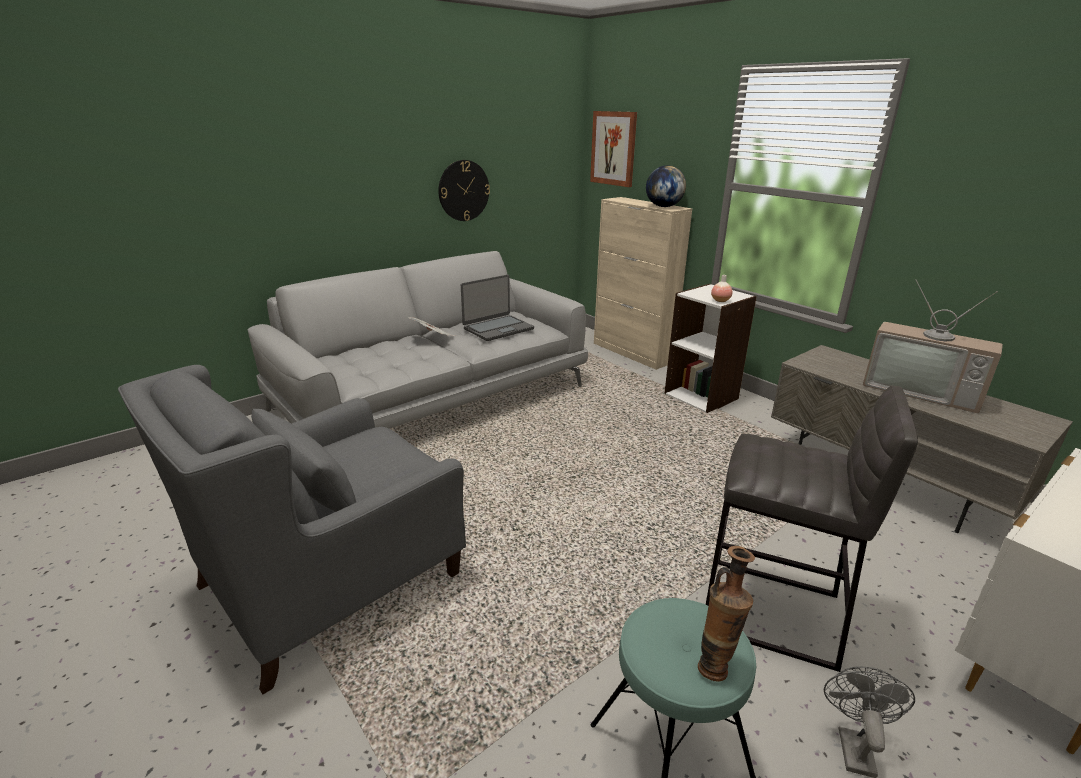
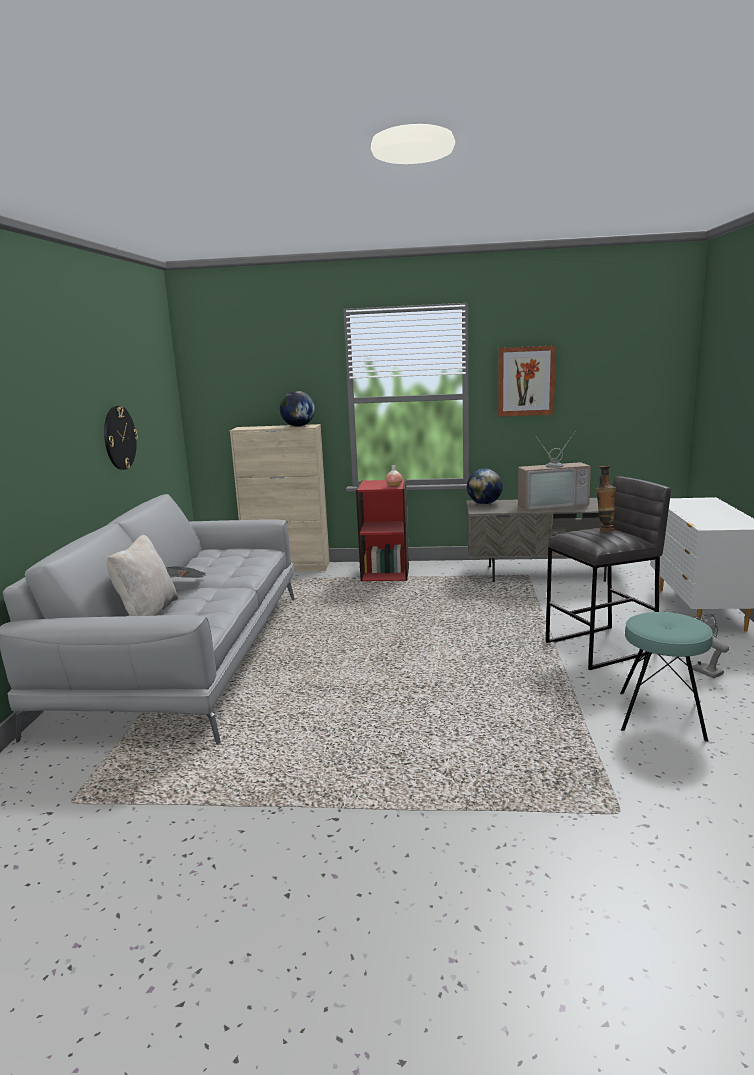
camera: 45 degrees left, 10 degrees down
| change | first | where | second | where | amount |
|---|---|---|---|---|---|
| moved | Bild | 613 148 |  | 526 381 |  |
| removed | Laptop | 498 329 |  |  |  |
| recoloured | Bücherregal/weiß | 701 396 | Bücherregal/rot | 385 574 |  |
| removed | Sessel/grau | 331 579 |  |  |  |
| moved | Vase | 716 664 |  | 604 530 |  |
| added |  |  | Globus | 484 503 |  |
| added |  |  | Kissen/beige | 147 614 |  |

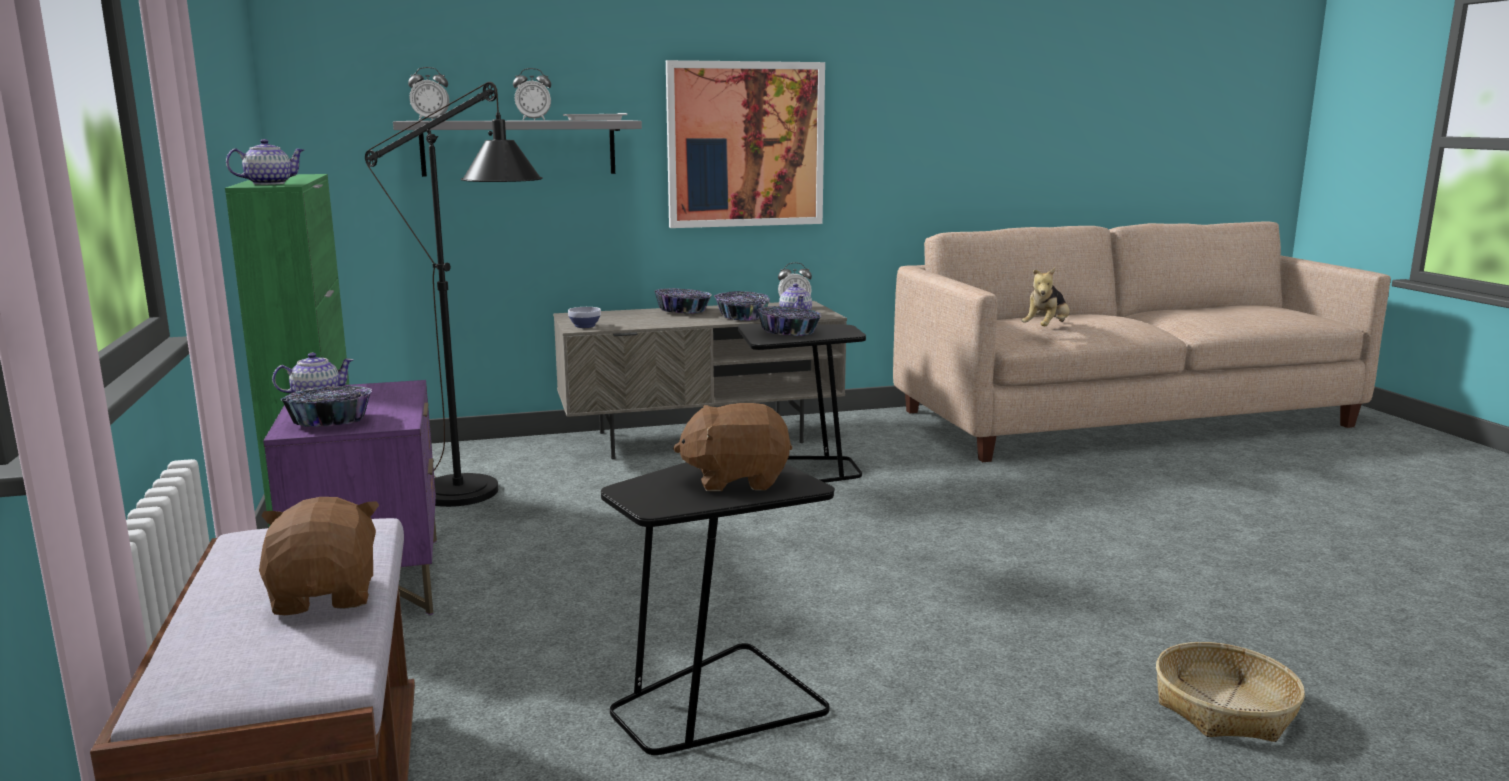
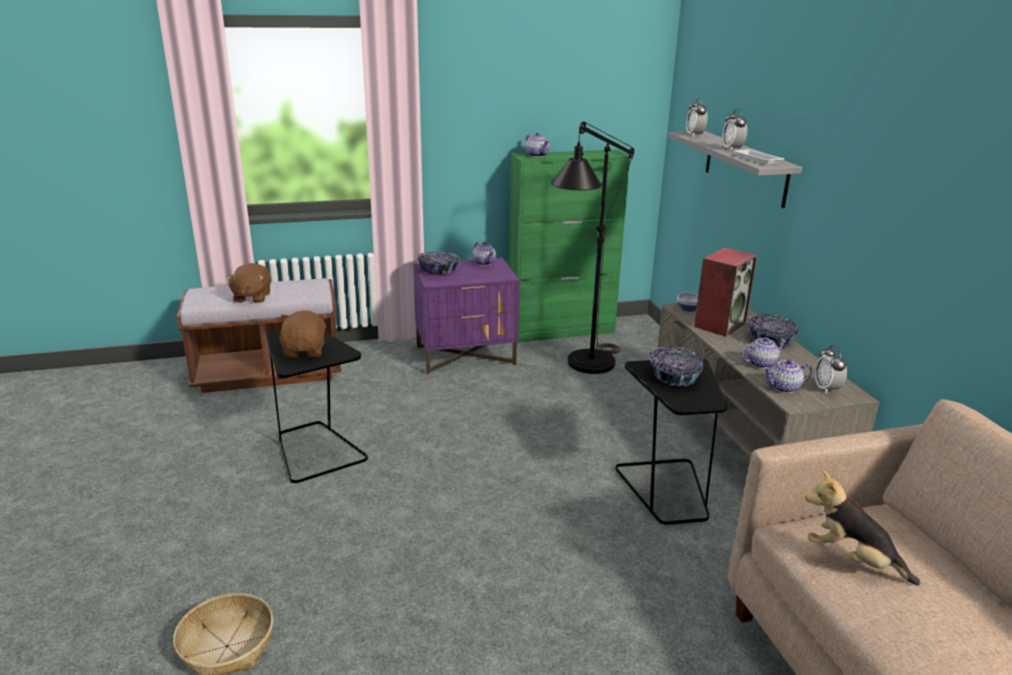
camera: 90 degrees right, 10 degrees up
| change | first | where | second | where | amount |
|---|---|---|---|---|---|
| removed | Bild | 745 145 |  |  |  |
| replaced | Schüssel | 742 316 | Teekanne | 760 364 |  |
| turned | Plüschtier/braun | 326 596 |  | 252 297 | 105 degrees clockwise |
| added |  |  | Lautsprecher | 719 324 |  |

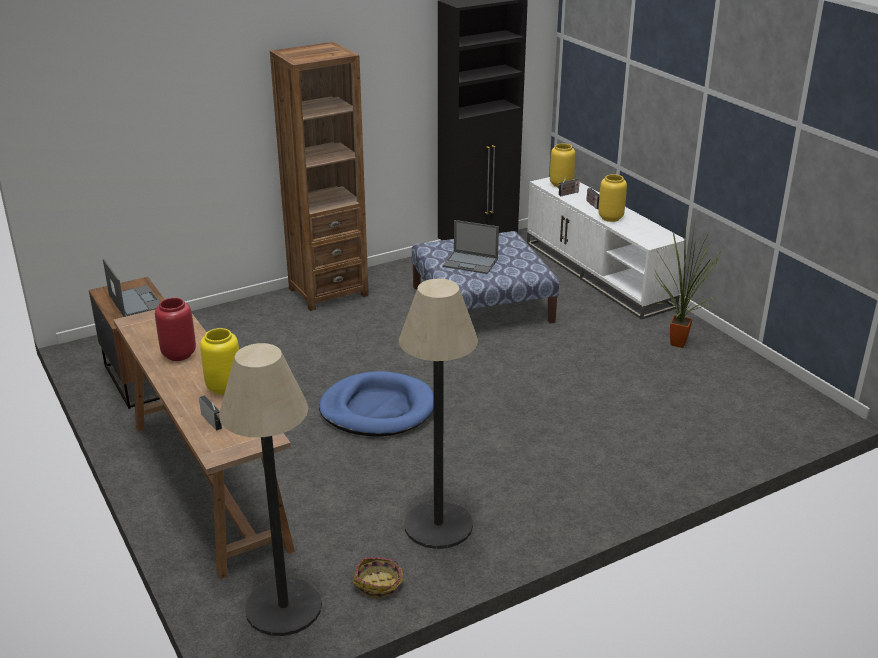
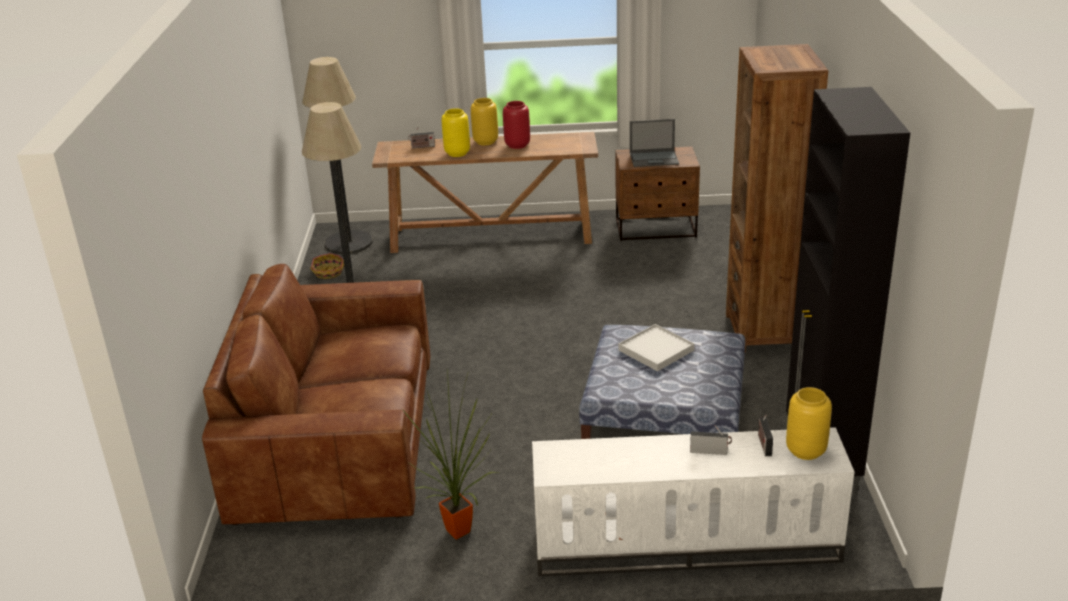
camera: 120 degrees right, 0 degrees up
| change | first | where | second | where | amount |
|---|---|---|---|---|---|
| moved | Vase/gelb | 610 217 |  | 486 142 |  |
| replaced | Laptop | 471 263 | Tablett/weiß | 656 350 |  |
| removed | Hundebett/blau | 377 409 |  |  |  |
| added |  |  | Sofa/braun | 336 436 |  |

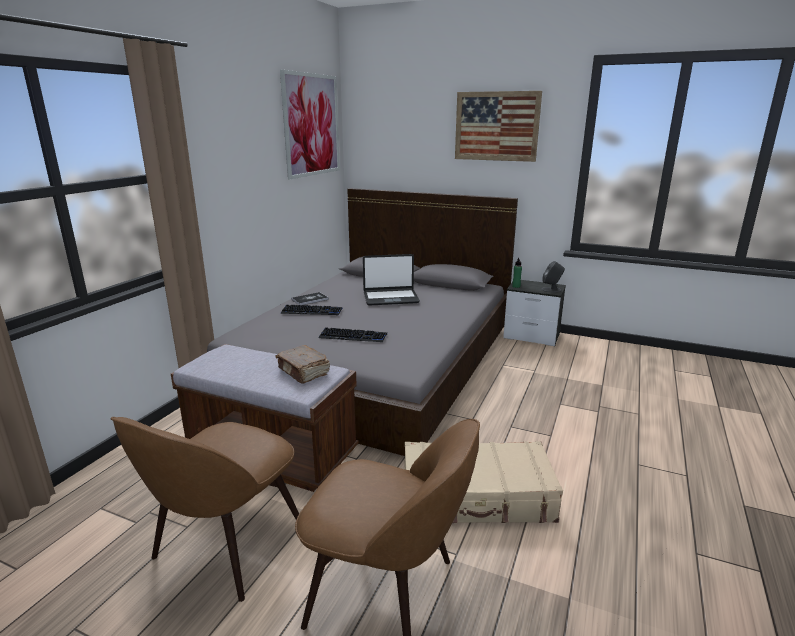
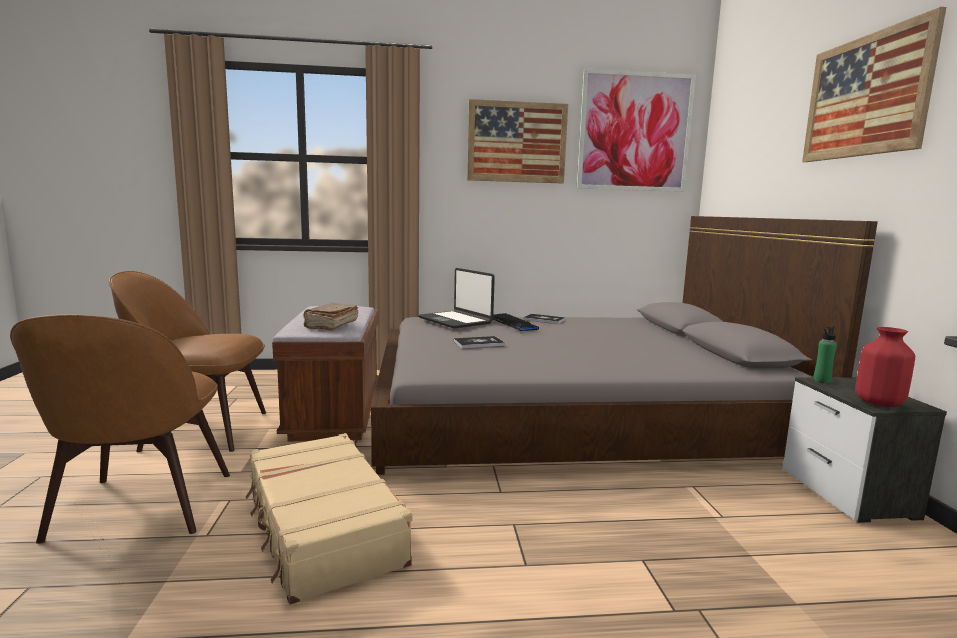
camera: 60 degrees right, 10 degrees down
| change | first | where | second | where | amount |
|---|---|---|---|---|---|
| moved | Laptop | 390 298 |  | 455 320 |  |
| replaced | Lautsprecher/grau | 551 290 | Vase/rot | 879 403 |  |
| replaced | Tastatur | 353 336 | Buch | 478 343 |  |
| added |  |  | Bild | 517 142 |  |

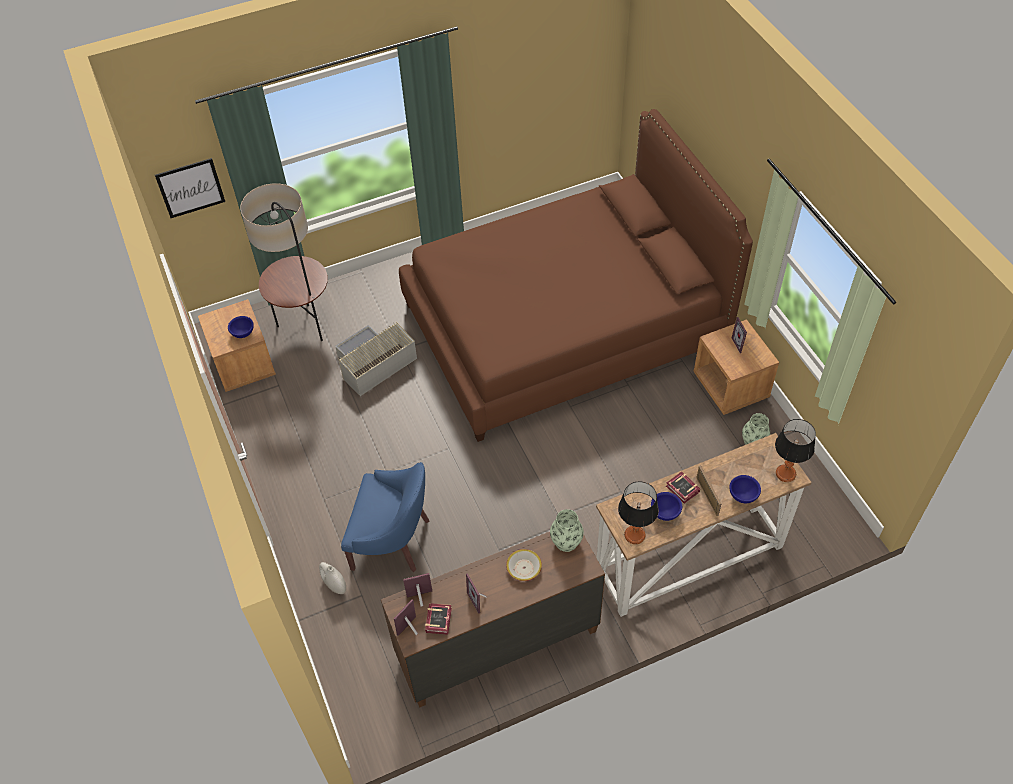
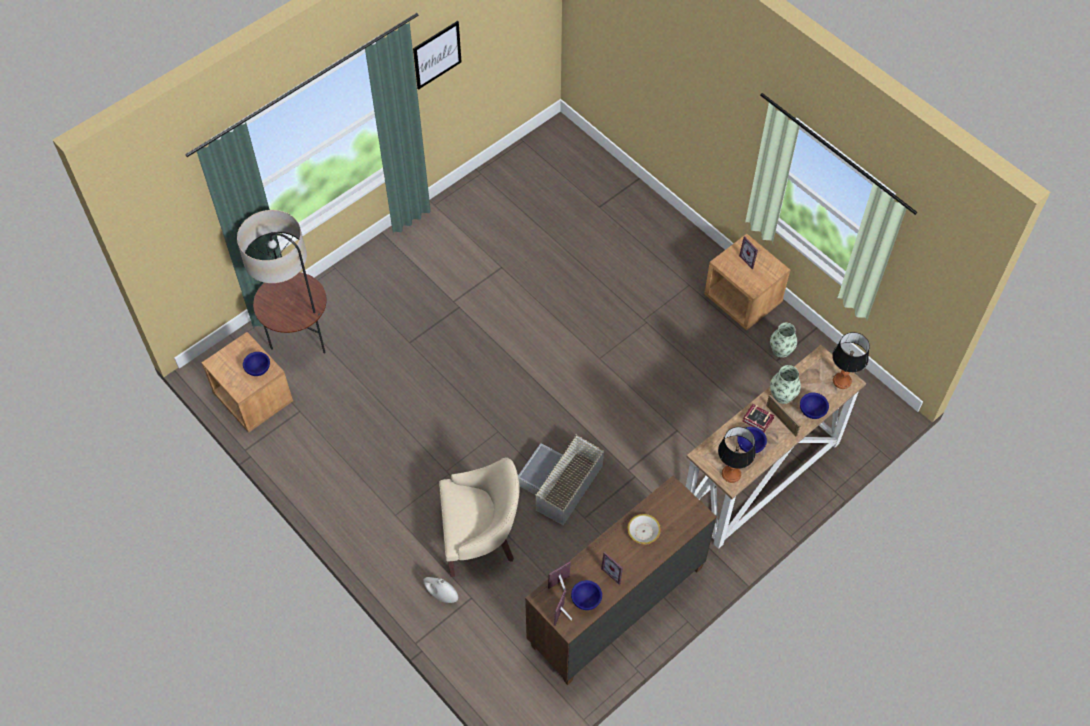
camera: 20 degrees left, 5 degrees up
| change | first | where | second | where | amount |
|---|---|---|---|---|---|
| removed | Bett/braun | 564 326 |  |  |  |
| moved | Bild | 190 188 |  | 437 55 |  |
| moved | Aufbewahrungsbox/grau | 373 364 |  | 560 484 |  |
| recoloured | Sessel/blau | 393 540 | Sessel/beige | 480 536 |  |
| moved | Vase | 566 541 |  | 782 394 |  |
| replaced | Buch | 439 619 | Schüssel/blau | 586 599 |  |

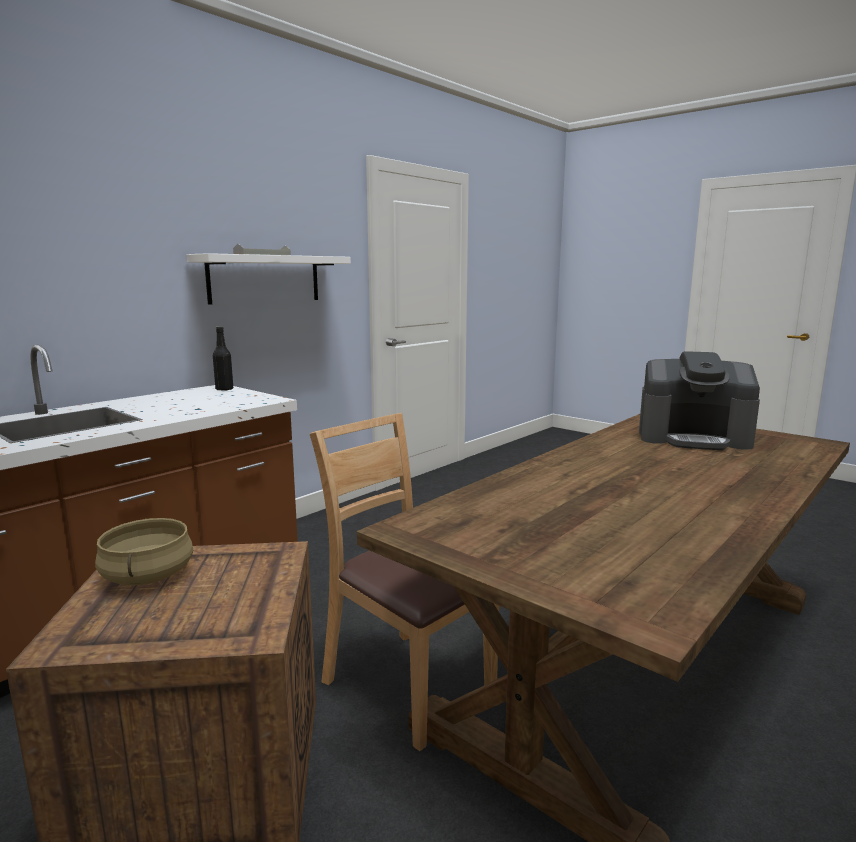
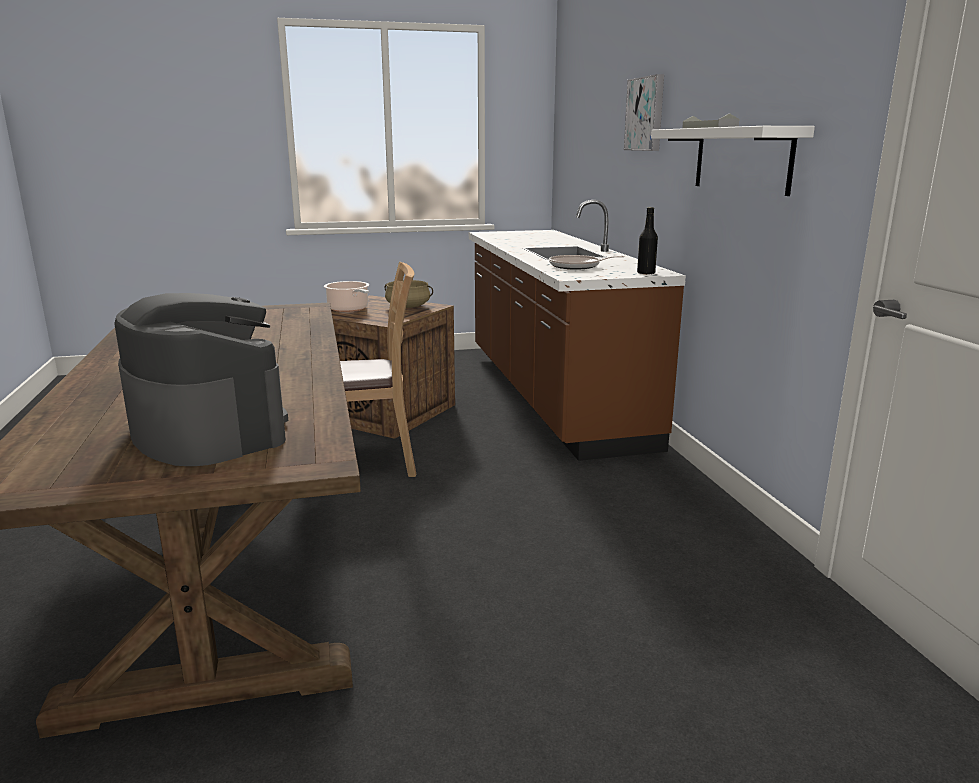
camera: 125 degrees right, 5 degrees up
| change | first | where | second | where | amount |
|---|---|---|---|---|---|
| turned | Kaffeemaschine | 693 438 |  | 208 430 | 90 degrees clockwise |
| added |  |  | Bild | 646 114 |  |
| added |  |  | Pfanne | 577 266 |  |
| added |  |  | Kochtopf | 349 309 |  |

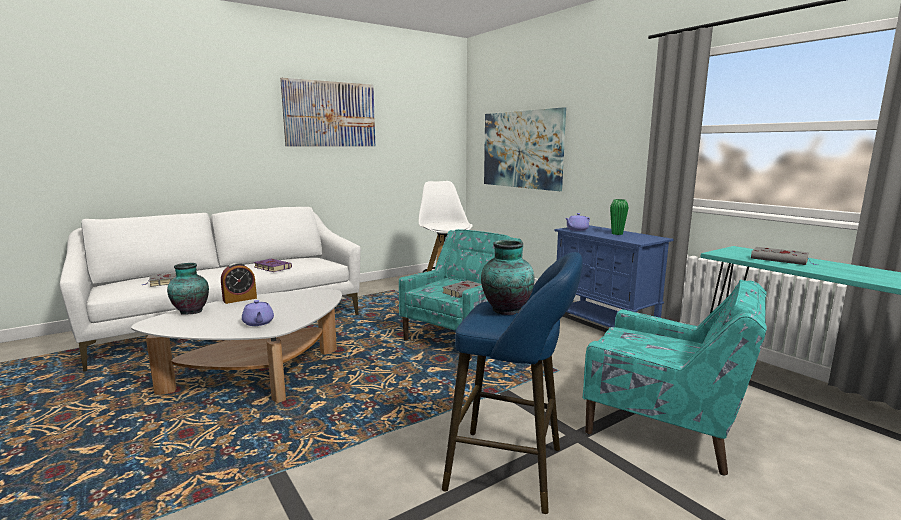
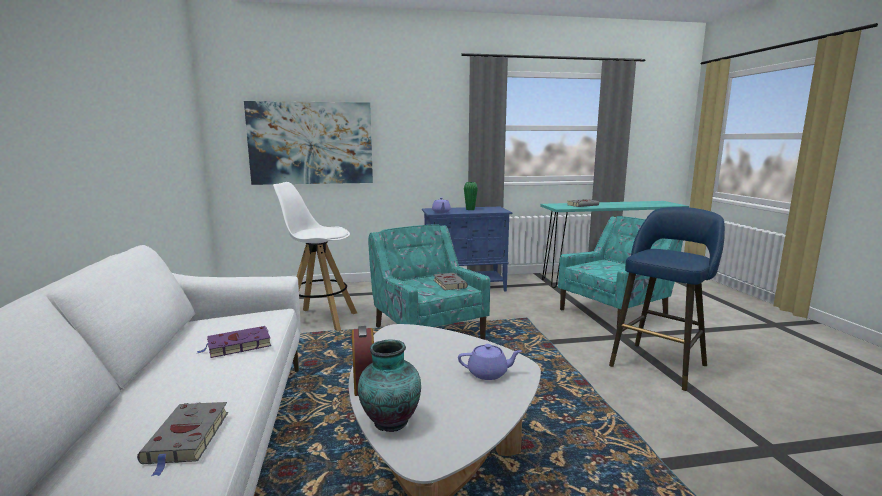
camera: 65 degrees left, 0 degrees up
| change | first | where | second | where | amount |
|---|---|---|---|---|---|
| removed | Bild | 330 114 |  |  |  |
| removed | Vase | 506 310 |  |  |  |

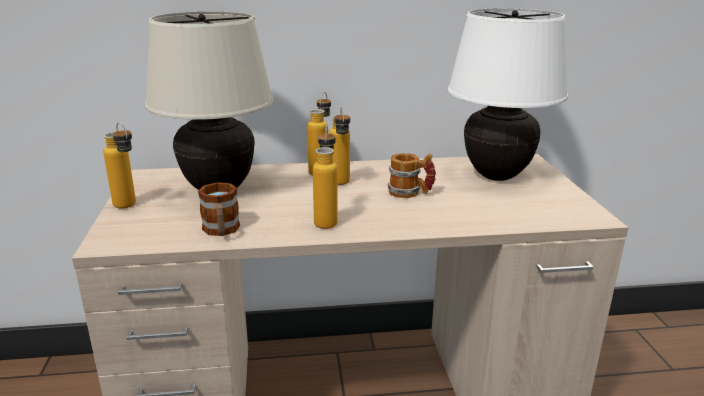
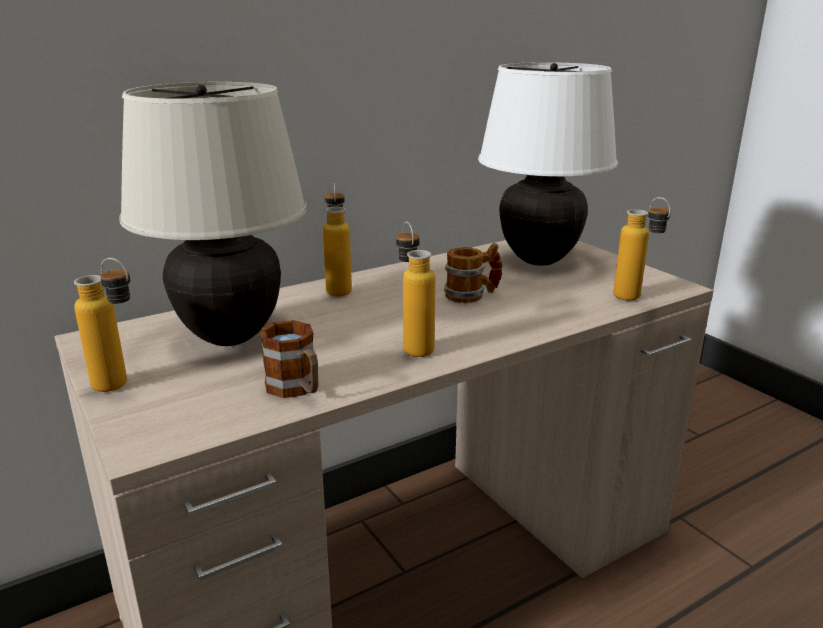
camera: 25 degrees left, 0 degrees up
| change | first | where | second | where | amount |
|---|---|---|---|---|---|
| moved | Flasche | 341 185 |  | 635 300 |  |

